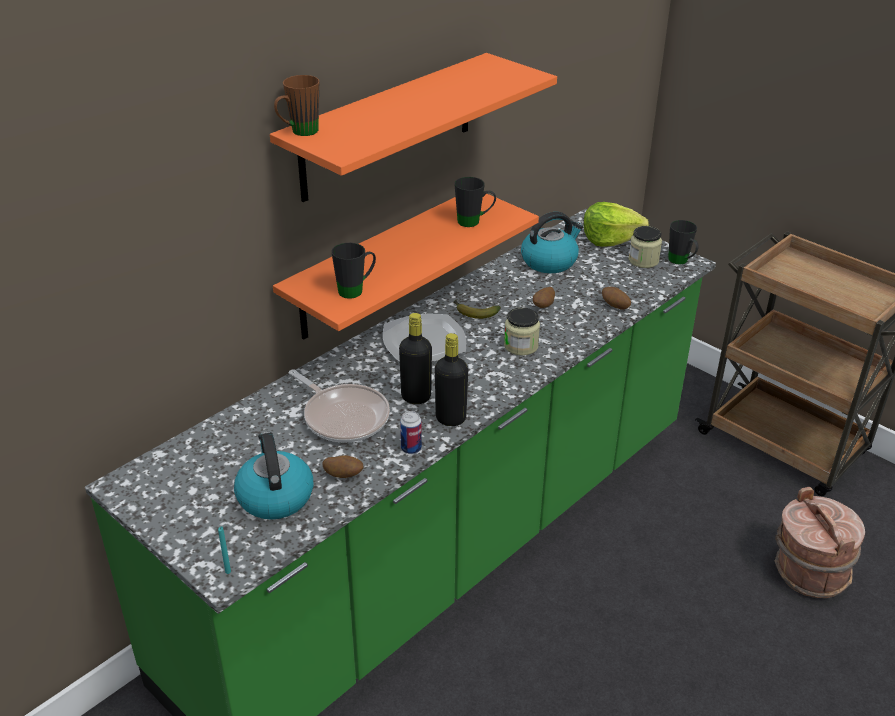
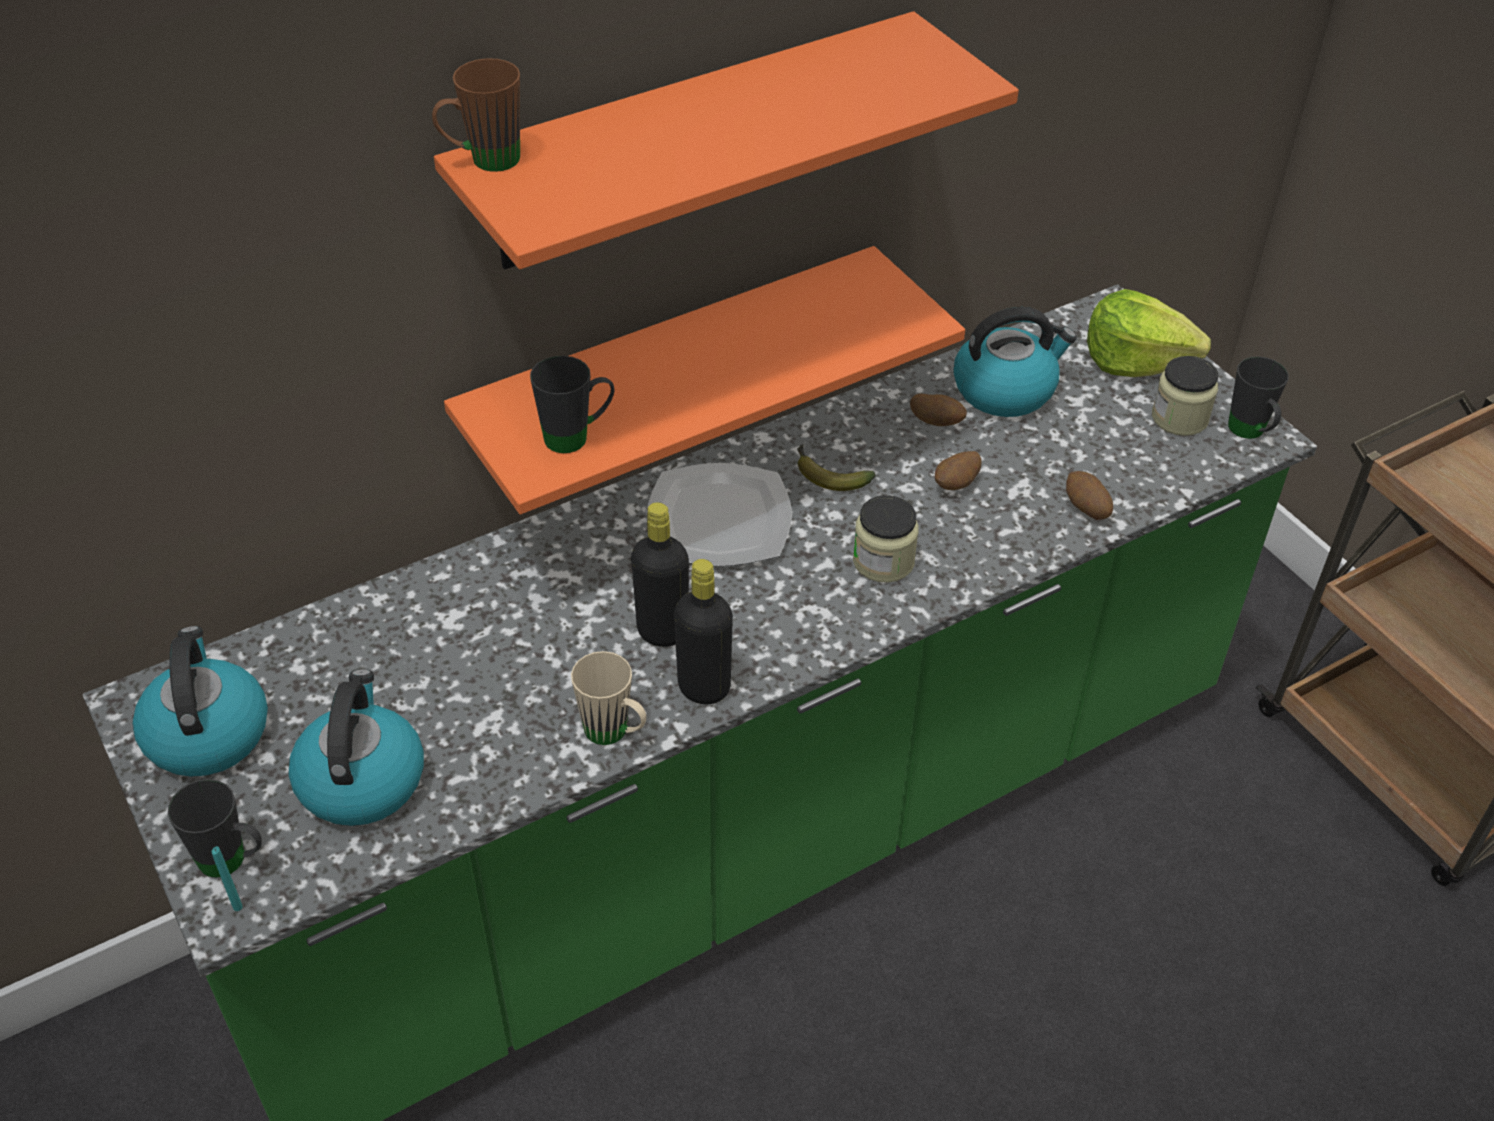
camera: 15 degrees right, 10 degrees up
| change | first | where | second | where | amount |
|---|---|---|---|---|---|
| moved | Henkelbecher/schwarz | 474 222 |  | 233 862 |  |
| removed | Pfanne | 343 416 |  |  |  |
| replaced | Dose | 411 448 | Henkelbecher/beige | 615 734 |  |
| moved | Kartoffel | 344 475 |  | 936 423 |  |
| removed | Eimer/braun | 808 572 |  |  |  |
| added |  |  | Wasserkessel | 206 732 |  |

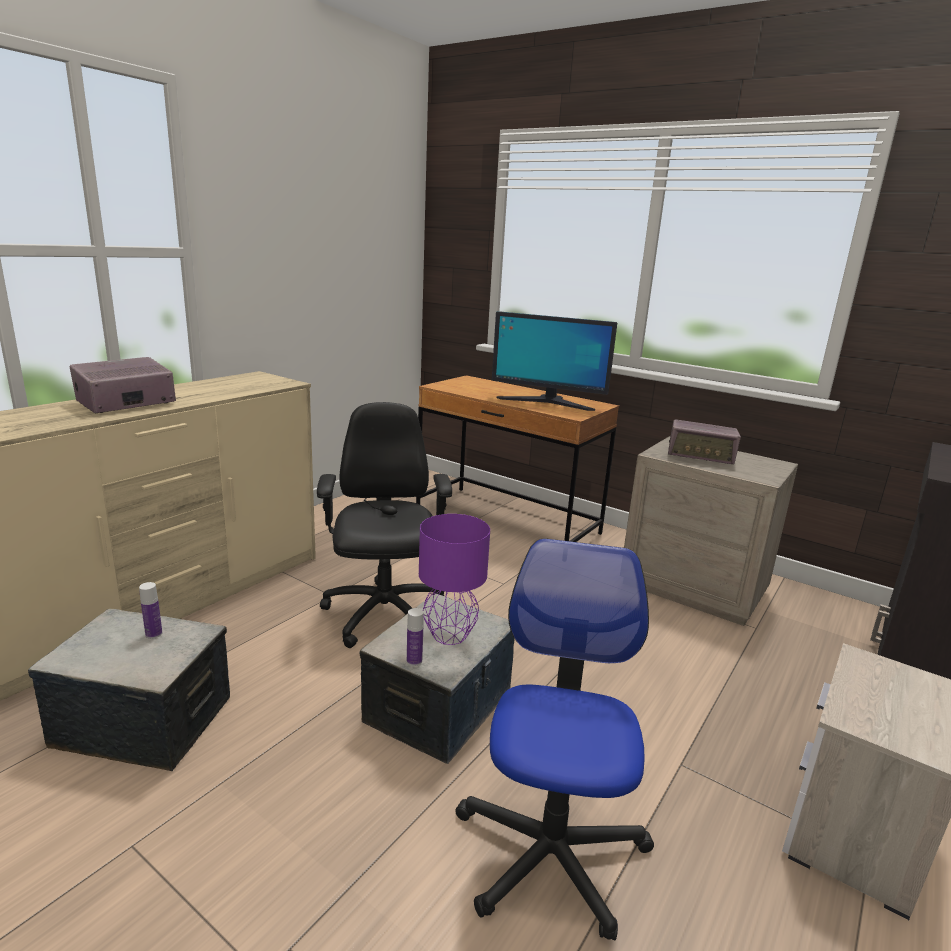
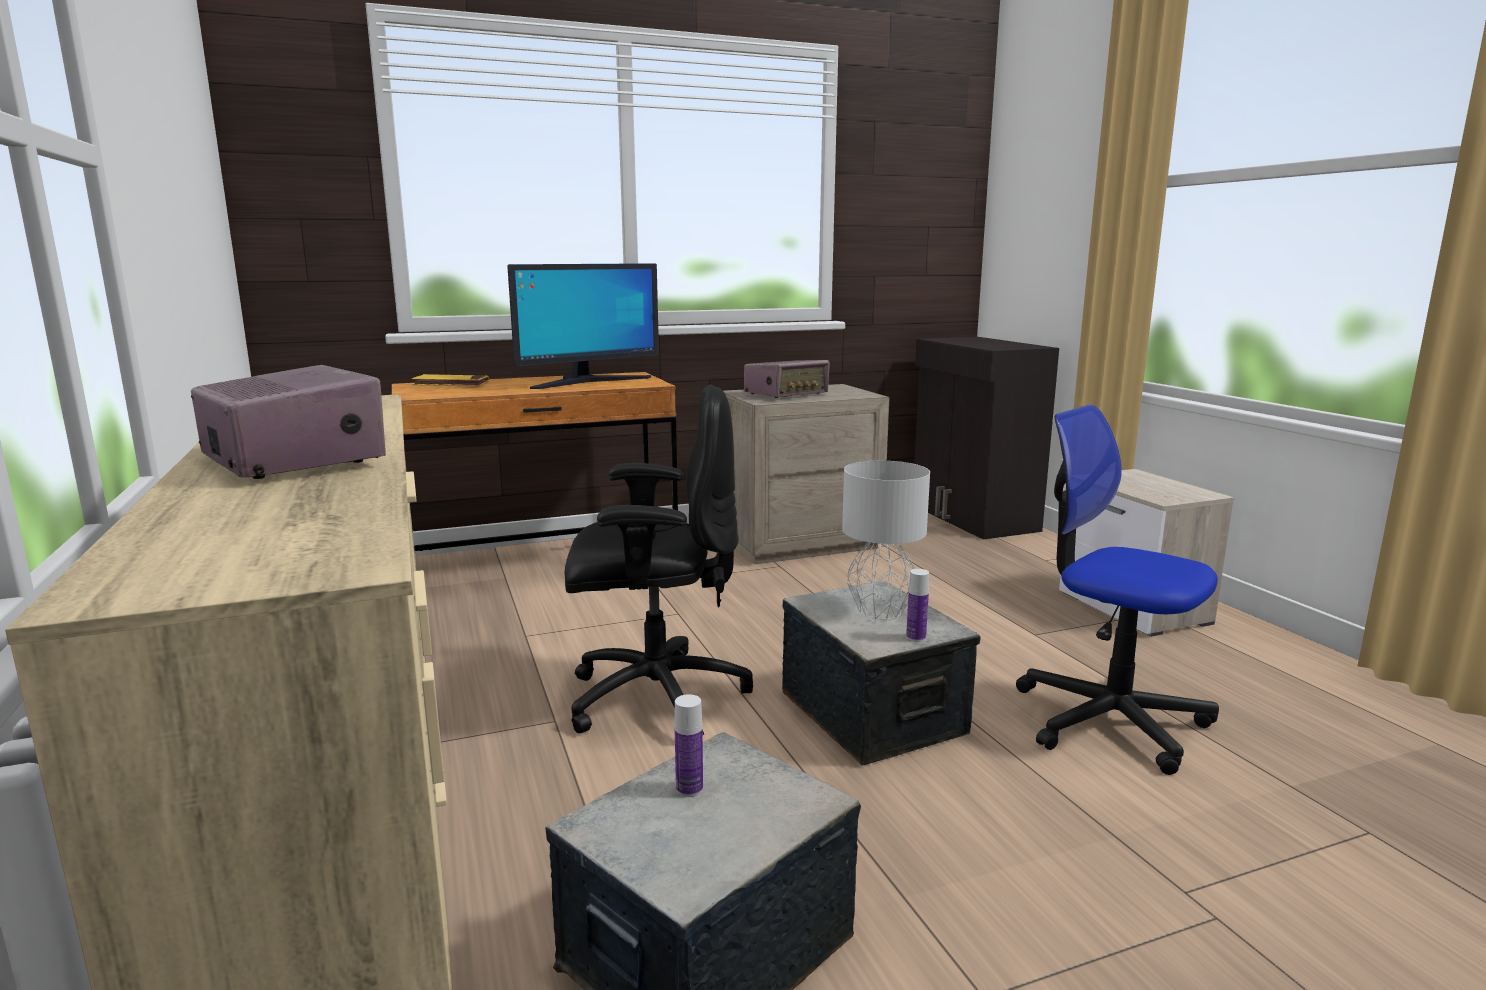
camera: 55 degrees left, 5 degrees down
| change | first | where | second | where | amount |
|---|---|---|---|---|---|
| turned | Radio | 125 403 |  | 293 460 | 150 degrees clockwise |
| turned | Bürostuhl/schwarz | 383 615 |  | 654 698 | 150 degrees clockwise |
| recoloured | Tischlampe/lila | 448 635 | Tischlampe/grau | 881 612 |  |
| added |  |  | Buch/gelb | 451 385 |  |

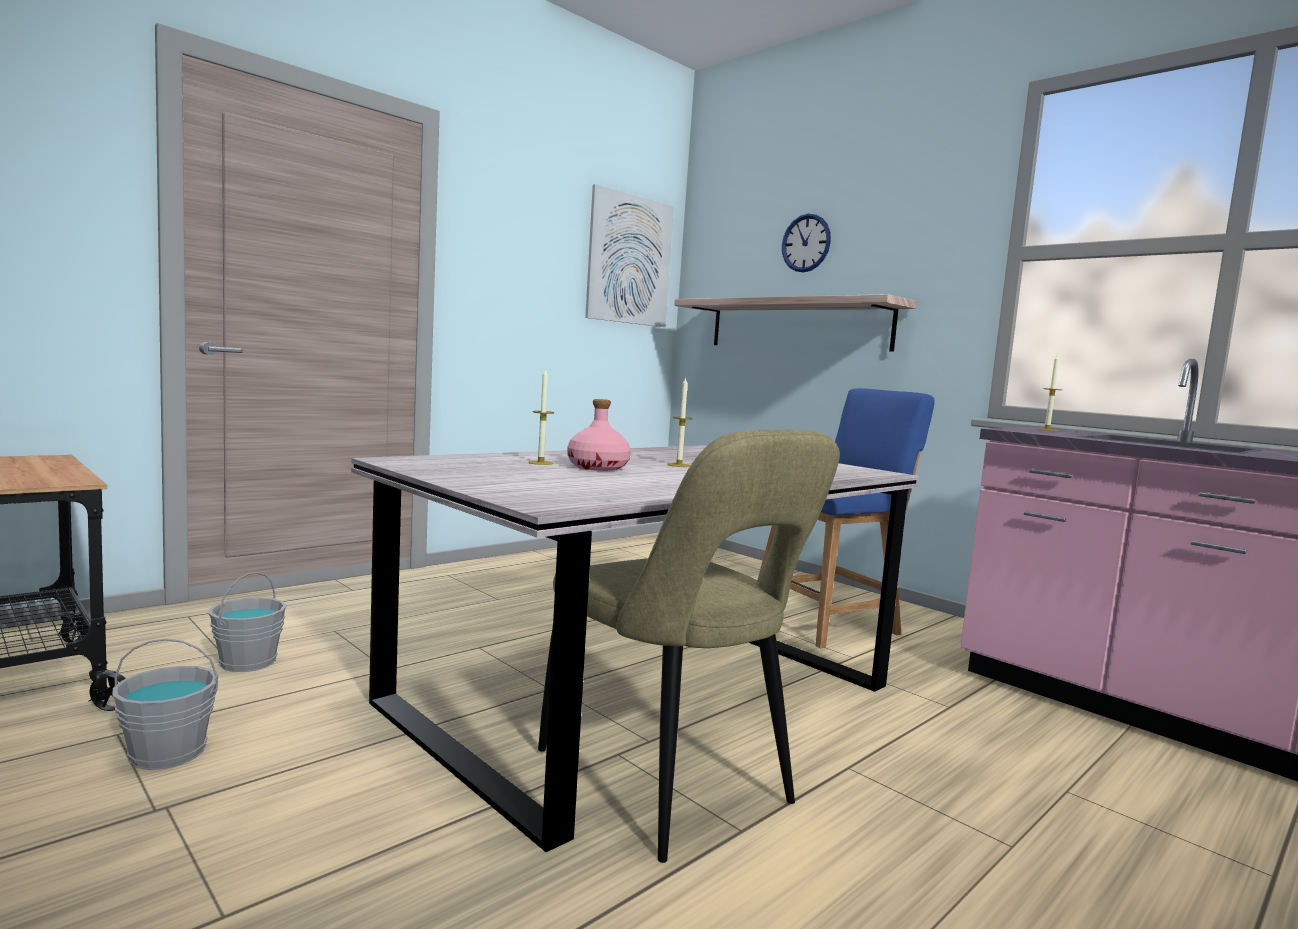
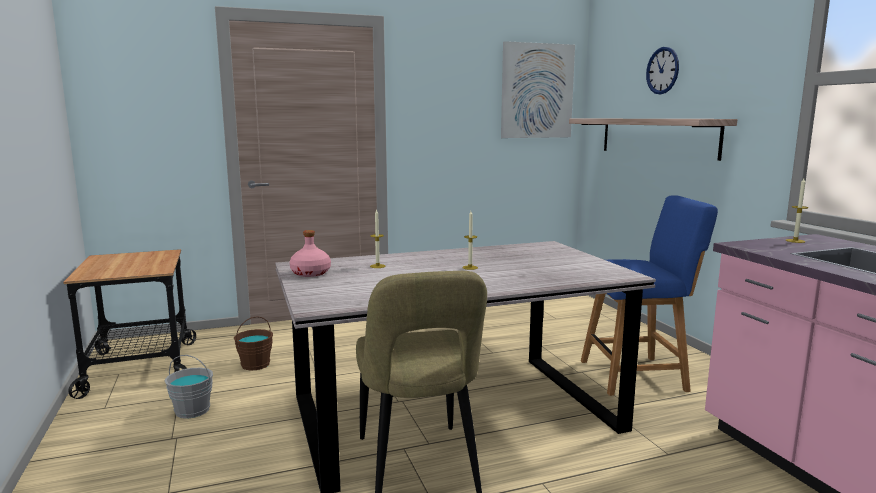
camera: 25 degrees right, 5 degrees up
| change | first | where | second | where | amount |
|---|---|---|---|---|---|
| moved | Flasche/rosa | 597 467 |  | 310 273 |  |
| recoloured | Eimer/grau | 248 662 | Eimer/braun | 255 364 |  |

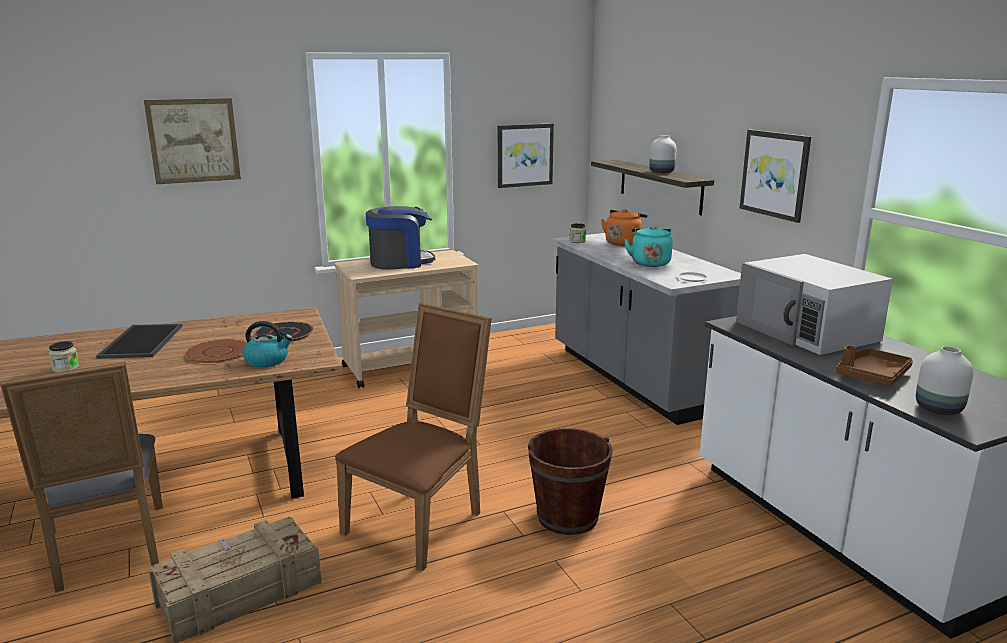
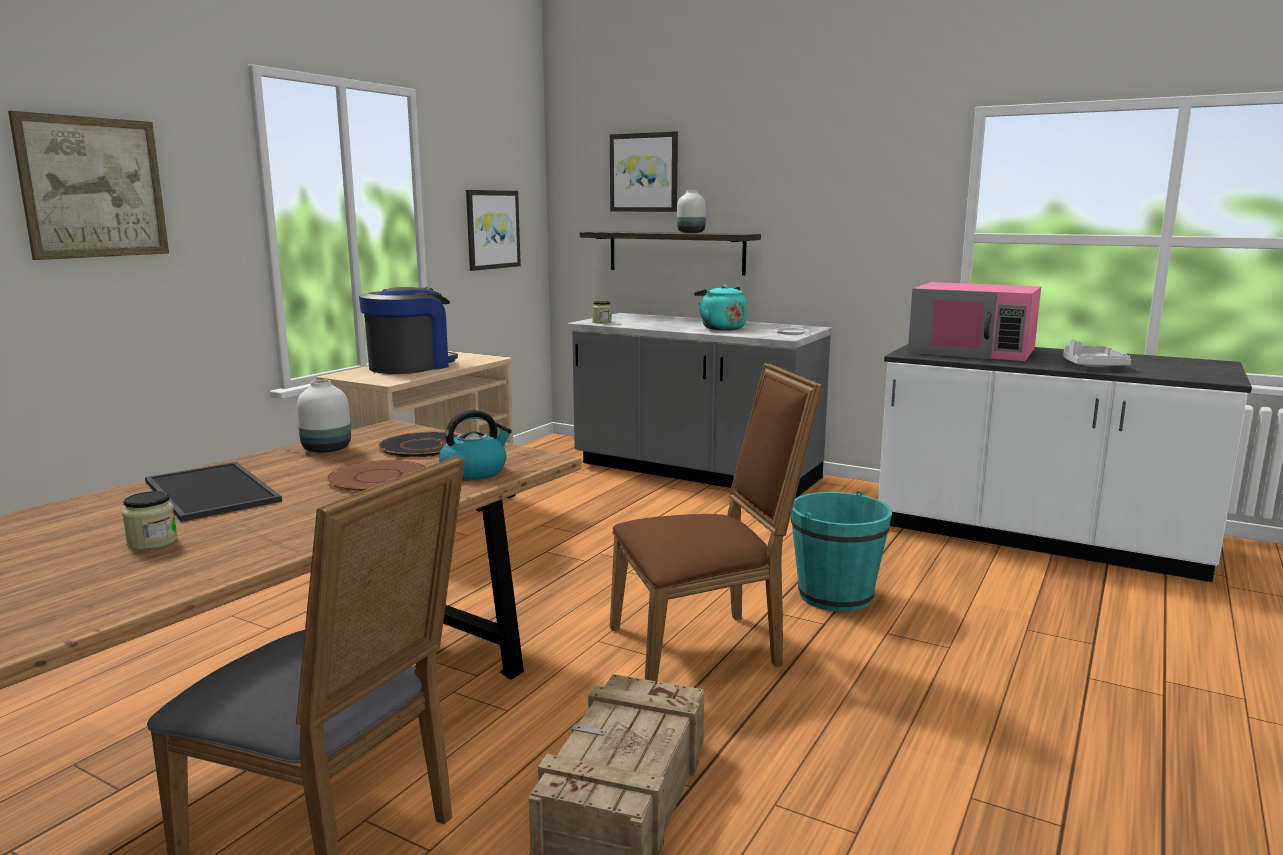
camera: 35 degrees left, 5 degrees down
| change | first | where | second | where | amount |
|---|---|---|---|---|---|
| moved | Bild | 775 174 |  | 644 172 |  |
| removed | Wasserkessel/orange | 623 243 |  |  |  |
| recoloured | Mikrowelle/weiß | 807 331 | Mikrowelle/rosa | 973 350 |  |
| turned | Stuhl/braun | 420 521 |  | 704 647 | 75 degrees clockwise |
| recoloured | Tablett/braun | 872 376 | Tablett/grau | 1090 366 |  |
| moved | Vase/weiß | 938 409 |  | 326 449 |  |
| recoloured | Eimer/braun | 567 517 | Eimer/türkis | 835 596 |  |

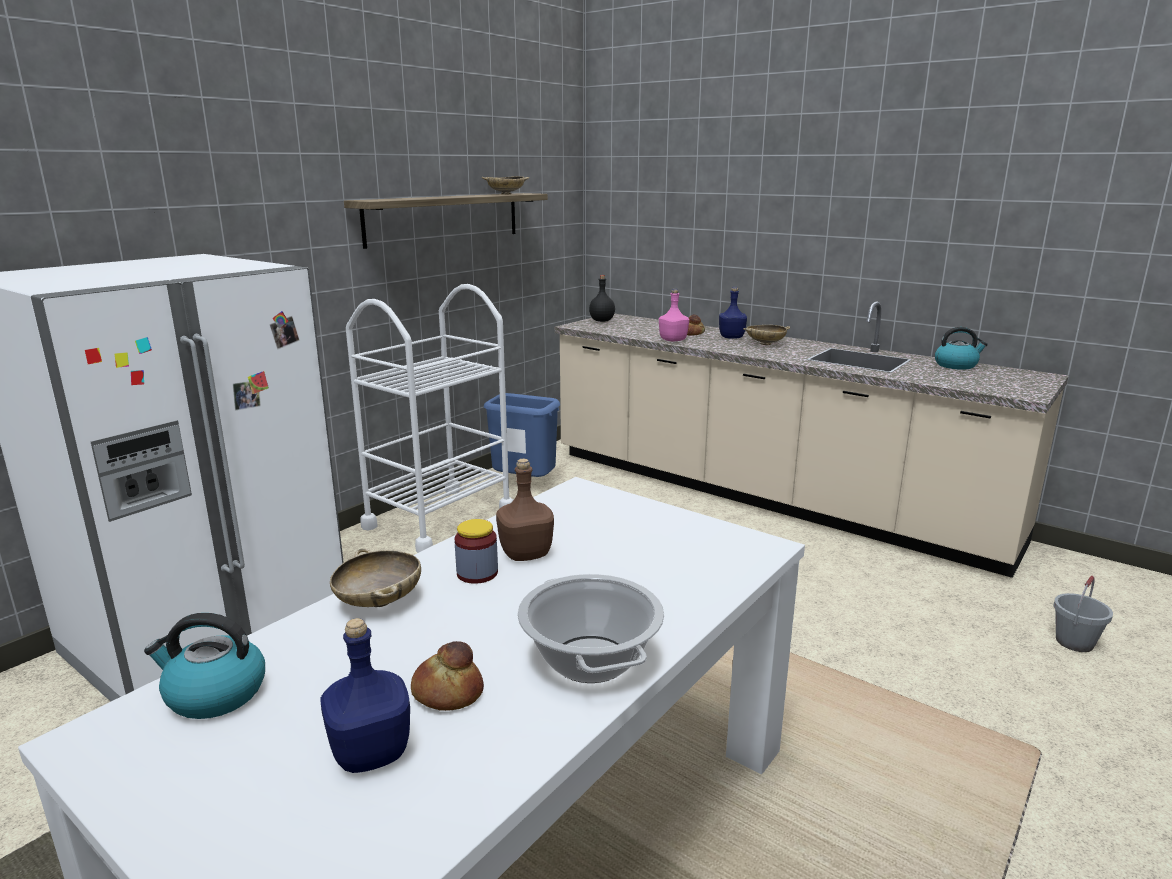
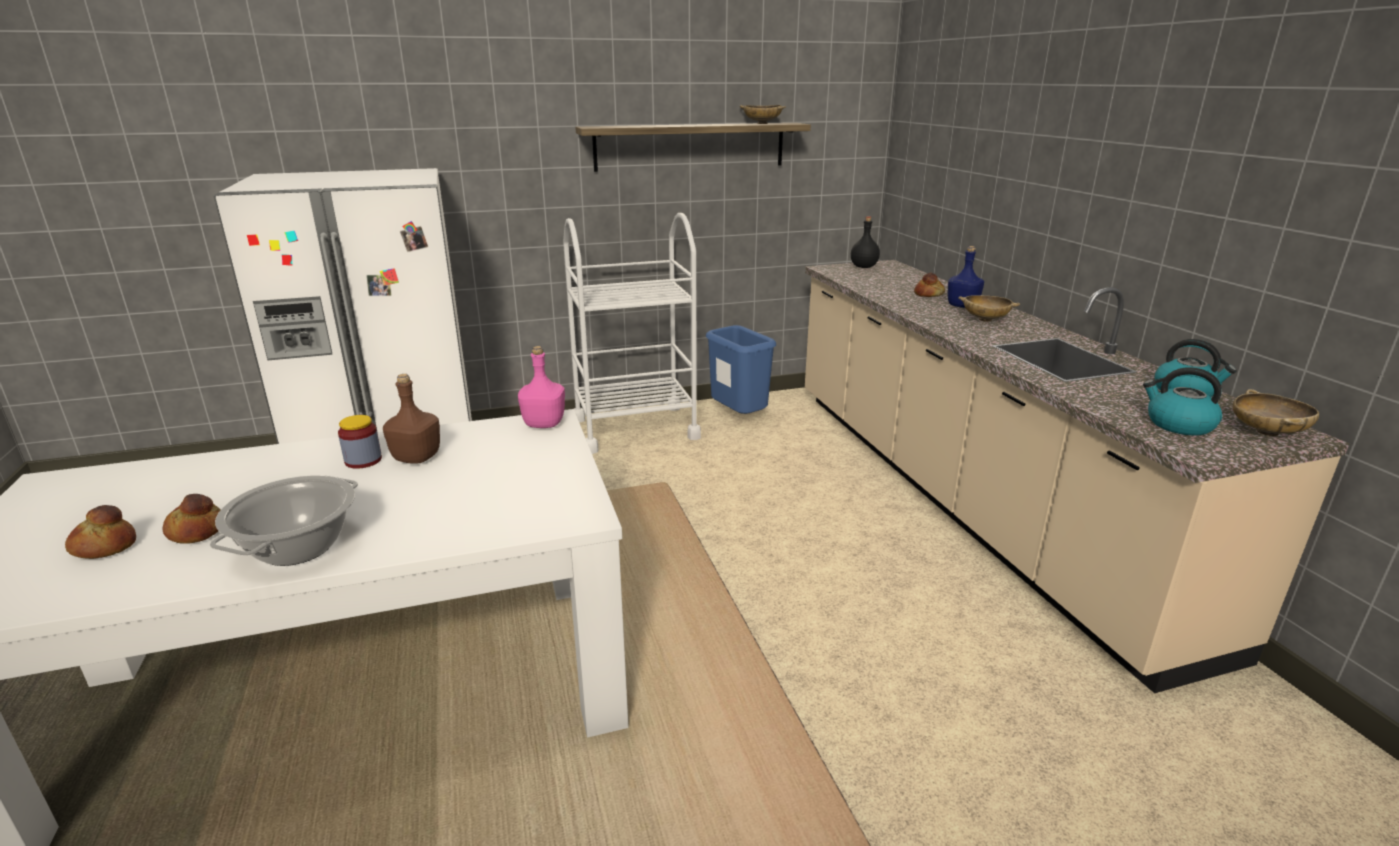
camera: 35 degrees right, 5 degrees up
| change | first | where | second | where | amount |
|---|---|---|---|---|---|
| moved | Flasche/rosa | 673 340 |  | 545 423 |  |
| moved | Schüssel/beige | 379 602 |  | 1266 432 |  |
| removed | Eimer/grau | 1074 642 |  |  |  |
| moved | Wasserkessel | 214 694 |  | 1178 425 |  |
| replaced | Flasche/blau | 370 752 | Brot | 105 546 |  |

